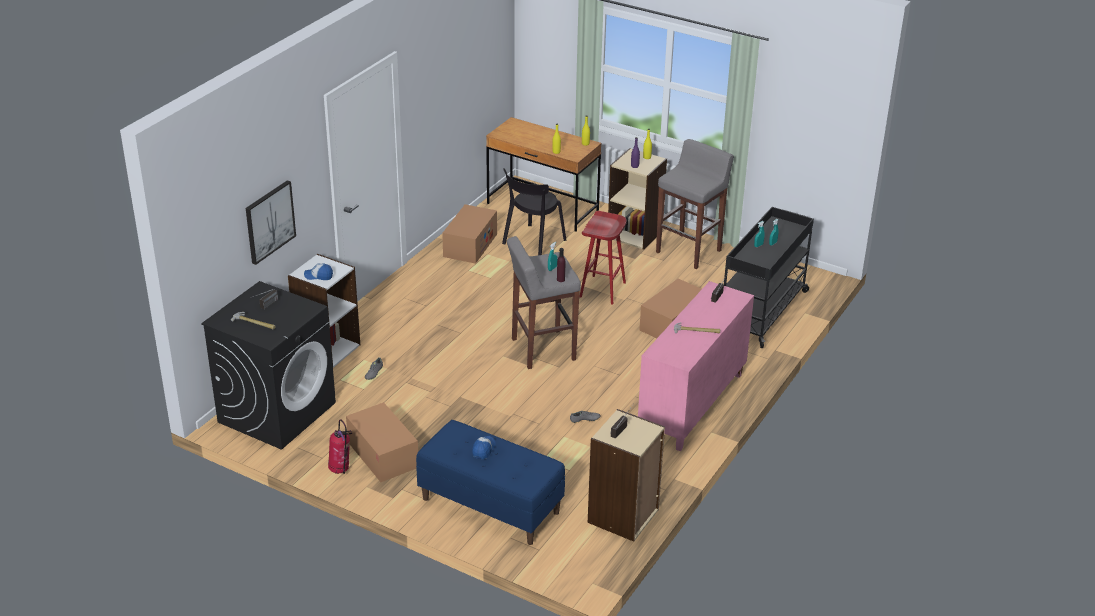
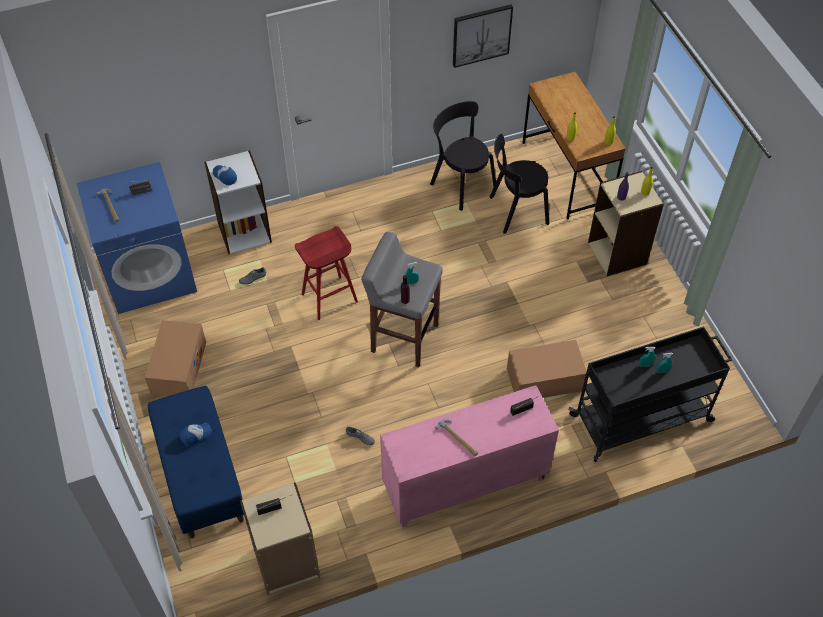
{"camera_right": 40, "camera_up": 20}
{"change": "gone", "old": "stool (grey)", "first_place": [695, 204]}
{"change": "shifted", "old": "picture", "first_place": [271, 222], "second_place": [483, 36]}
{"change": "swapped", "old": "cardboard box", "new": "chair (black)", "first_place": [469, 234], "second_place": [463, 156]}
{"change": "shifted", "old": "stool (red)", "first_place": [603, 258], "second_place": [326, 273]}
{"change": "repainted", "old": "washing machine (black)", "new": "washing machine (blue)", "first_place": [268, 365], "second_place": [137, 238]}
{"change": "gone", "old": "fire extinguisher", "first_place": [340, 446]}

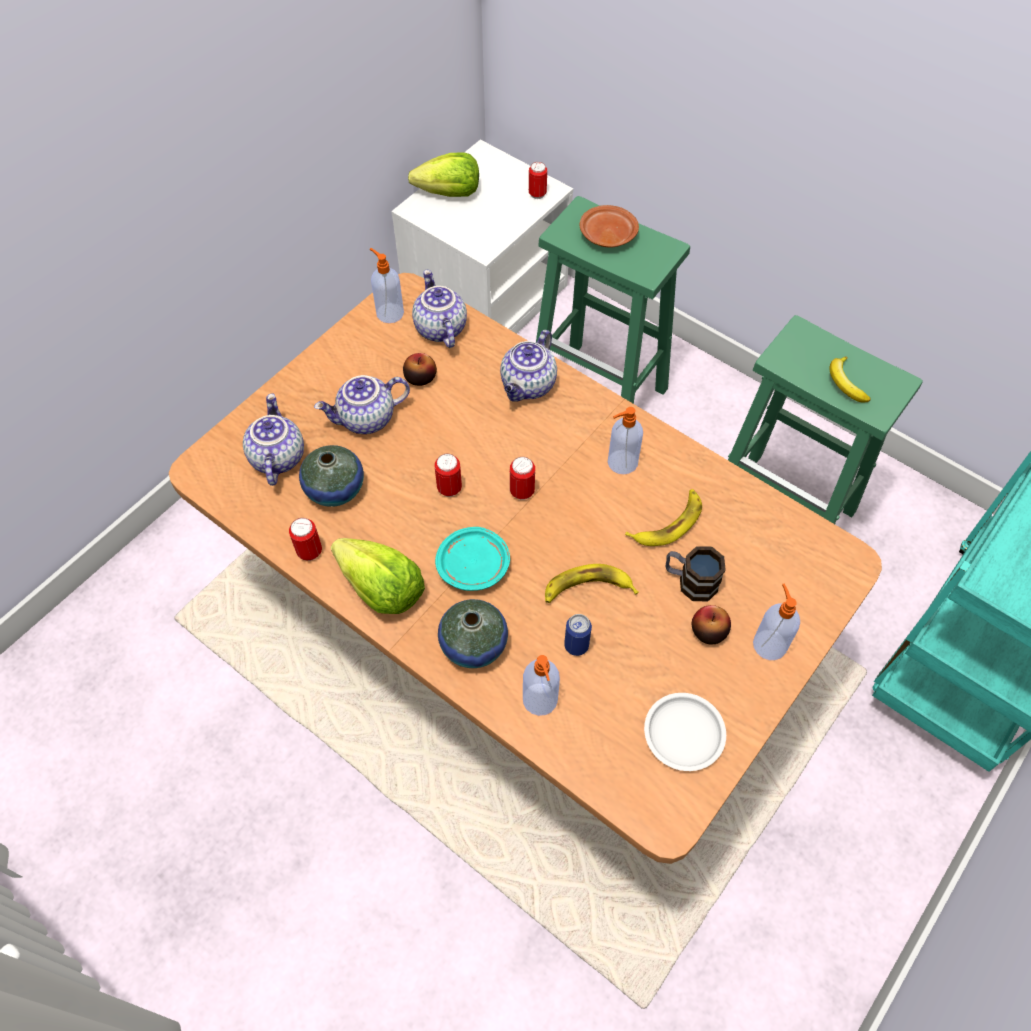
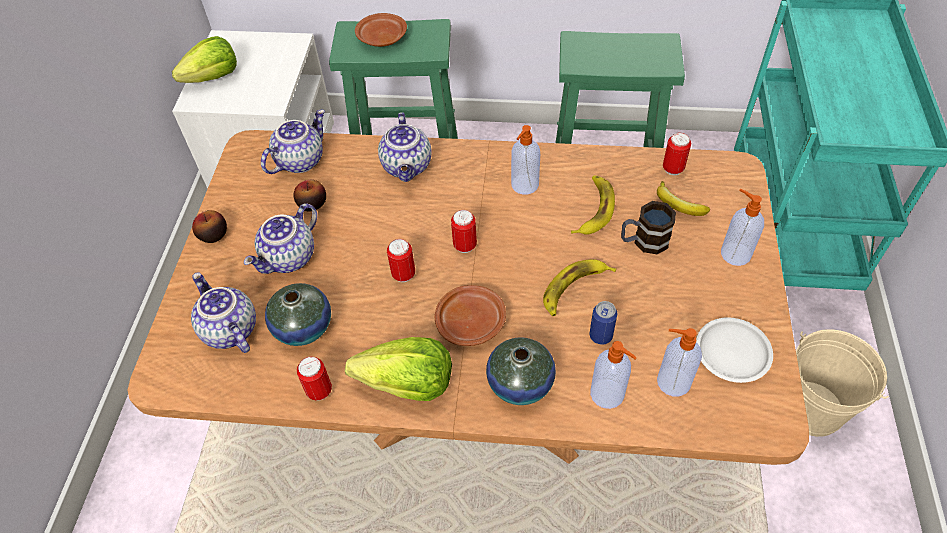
{"camera_right": -30, "camera_up": -5}
{"change": "shifted", "old": "can", "first_place": [538, 180], "second_place": [677, 154]}
{"change": "shifted", "old": "soap dispenser", "first_place": [387, 285], "second_place": [679, 362]}
{"change": "rotated", "old": "teapot", "first_place": [439, 309], "second_place": [293, 142], "degrees": 90}
{"change": "shifted", "old": "banana", "first_place": [849, 379], "second_place": [683, 198]}
{"change": "repainted", "old": "plate (turquoise)", "new": "plate (brown)", "first_place": [472, 559], "second_place": [470, 315]}
{"change": "shifted", "old": "apple", "first_place": [711, 625], "second_place": [209, 226]}
{"change": "new", "new": "bucket (beige)", "second_place": [842, 383]}

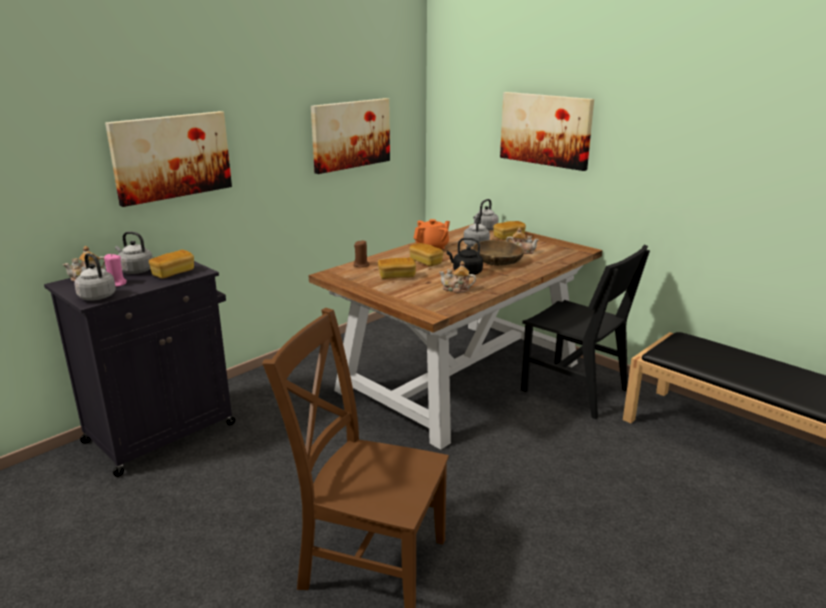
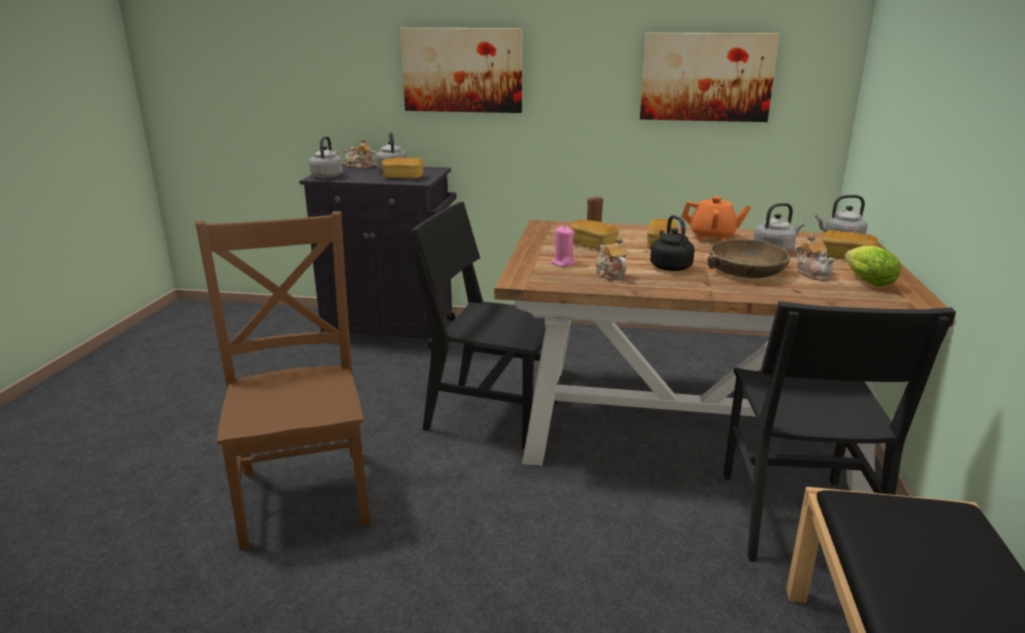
{"camera_right": 55, "camera_up": 0}
{"change": "gone", "old": "picture", "first_place": [547, 131]}
{"change": "shifted", "old": "candle (pink)", "first_place": [115, 270], "second_place": [563, 246]}
{"change": "new", "new": "chair (black)", "second_place": [483, 325]}
{"change": "new", "new": "lettuce", "second_place": [872, 266]}

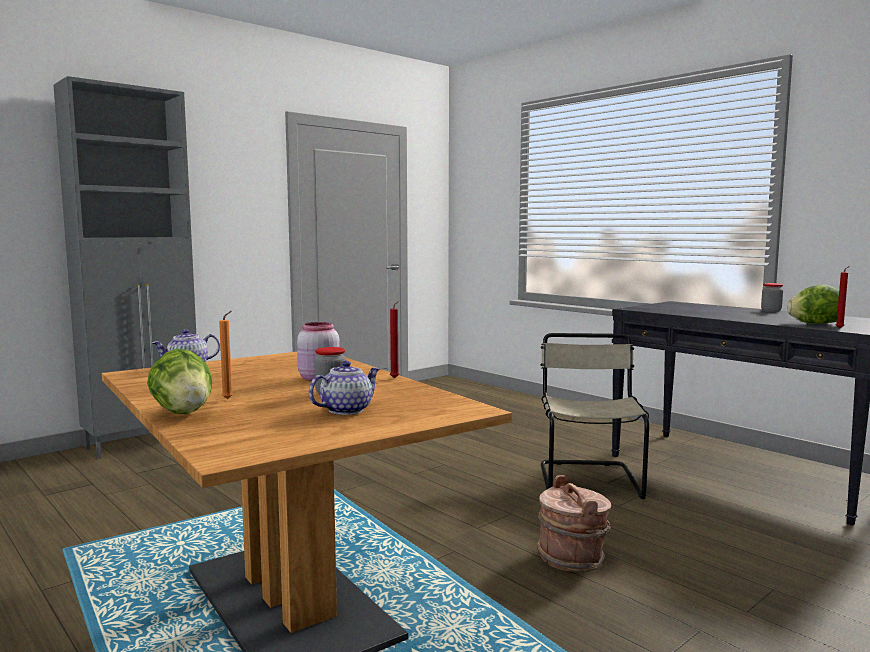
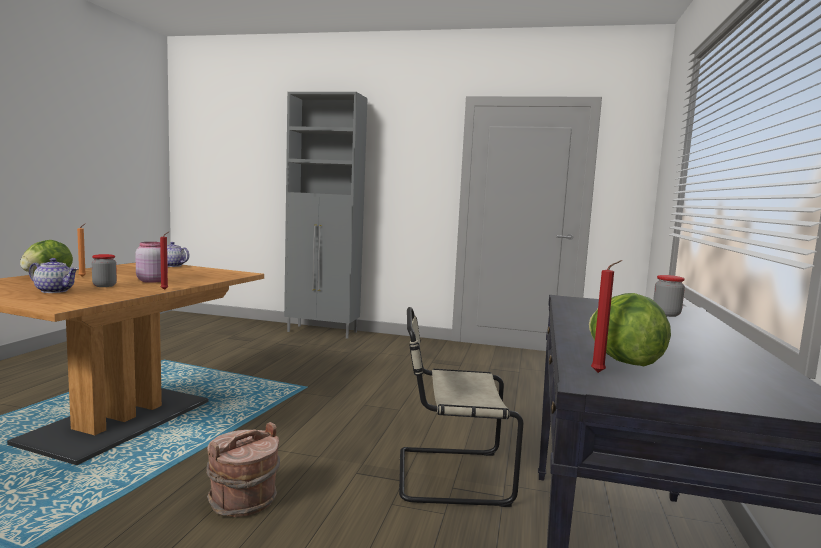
{"camera_right": 55, "camera_up": 0}
{"change": "shifted", "old": "jar", "first_place": [772, 297], "second_place": [669, 296]}
{"change": "rotated", "old": "chair (beige)", "first_place": [595, 416], "second_place": [461, 407], "degrees": -150}

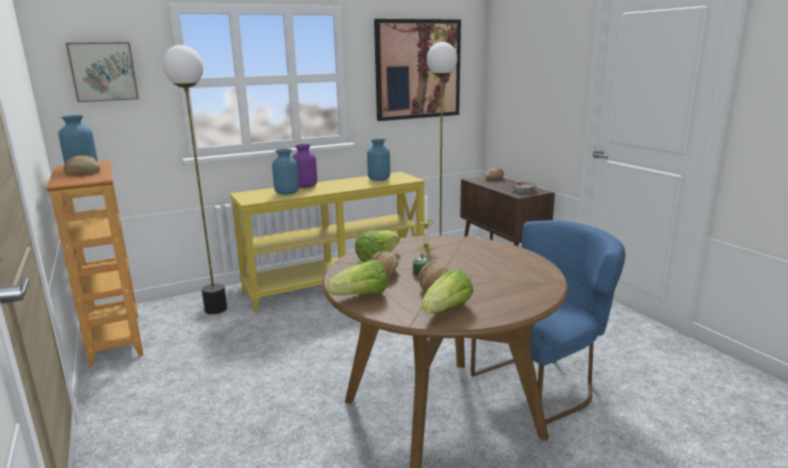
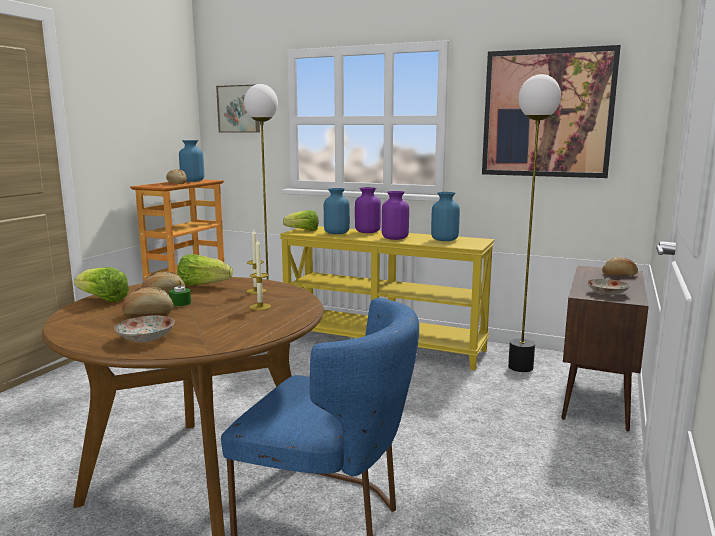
{"camera_right": 50, "camera_up": -5}
{"change": "shifted", "old": "lettuce", "first_place": [447, 292], "second_place": [300, 220]}
{"change": "new", "new": "vase (purple)", "second_place": [395, 215]}
{"change": "new", "new": "candle", "second_place": [260, 275]}
{"change": "new", "new": "plate", "second_place": [144, 329]}

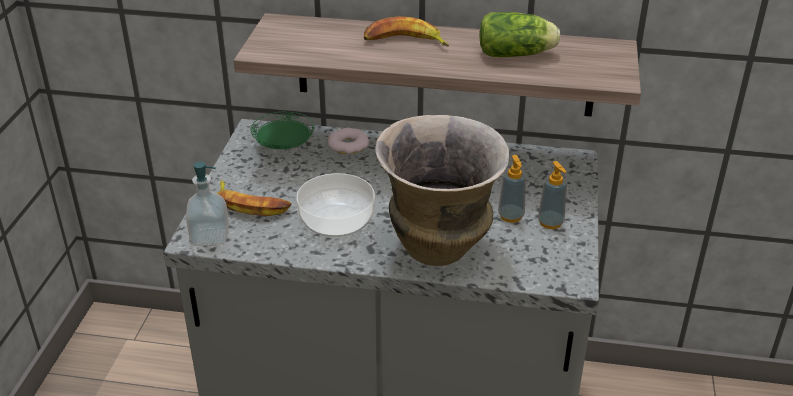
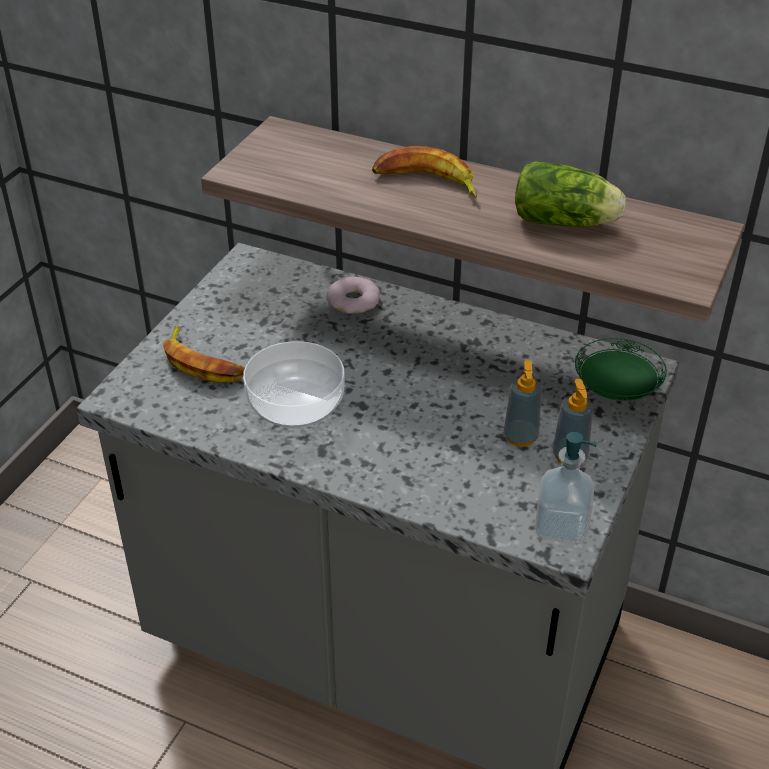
{"camera_right": 15, "camera_up": 5}
{"change": "shifted", "old": "plate (green)", "first_place": [282, 130], "second_place": [621, 369]}
{"change": "gone", "old": "vase", "first_place": [442, 190]}
{"change": "shifted", "old": "soap dispenser", "first_place": [207, 203], "second_place": [565, 488]}

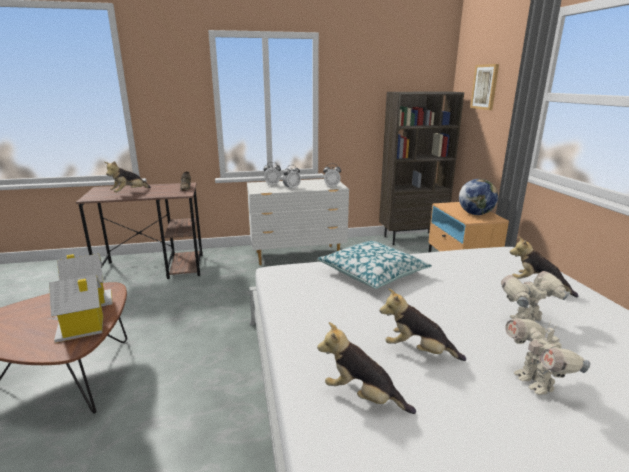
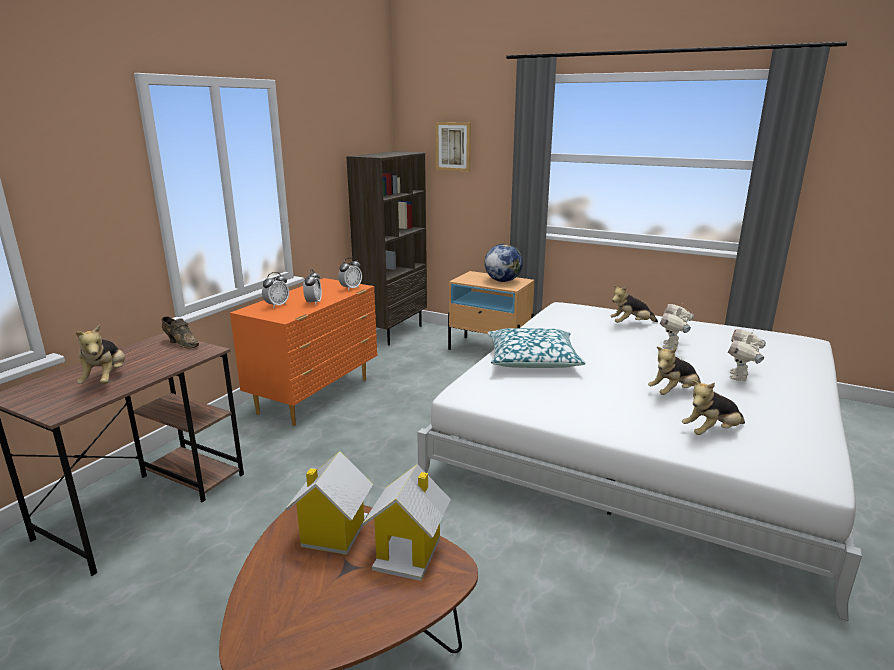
{"camera_right": -50, "camera_up": 0}
{"change": "repainted", "old": "dresser (white)", "new": "dresser (orange)", "first_place": [298, 222], "second_place": [303, 352]}
{"change": "rotated", "old": "toy robot", "first_place": [548, 356], "second_place": [747, 355], "degrees": 90}

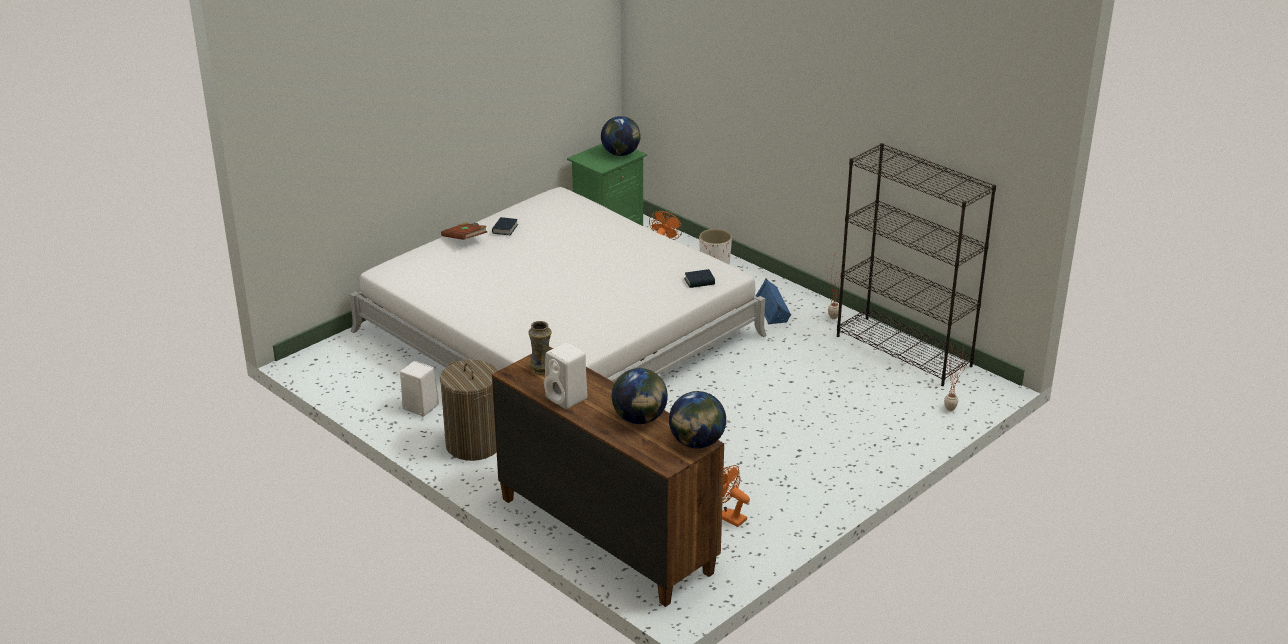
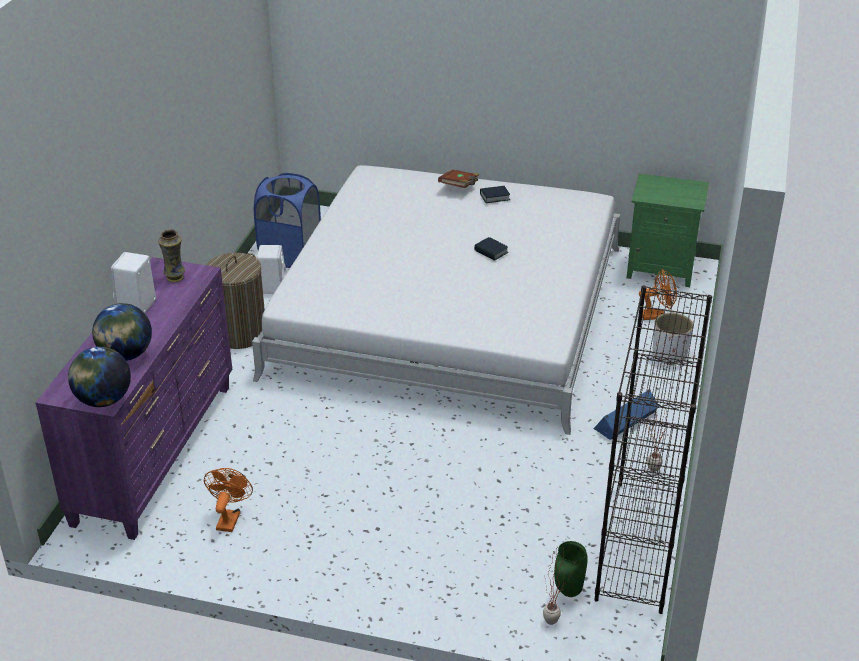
{"camera_right": 60, "camera_up": 5}
{"change": "gone", "old": "globe", "first_place": [621, 136]}
{"change": "shifted", "old": "book", "first_place": [699, 278], "second_place": [491, 249]}
{"change": "repainted", "old": "dresser (brown)", "new": "dresser (purple)", "first_place": [608, 476], "second_place": [133, 398]}
{"change": "new", "new": "laundry basket (blue)", "second_place": [287, 220]}
{"change": "new", "new": "vase (green)", "second_place": [571, 569]}

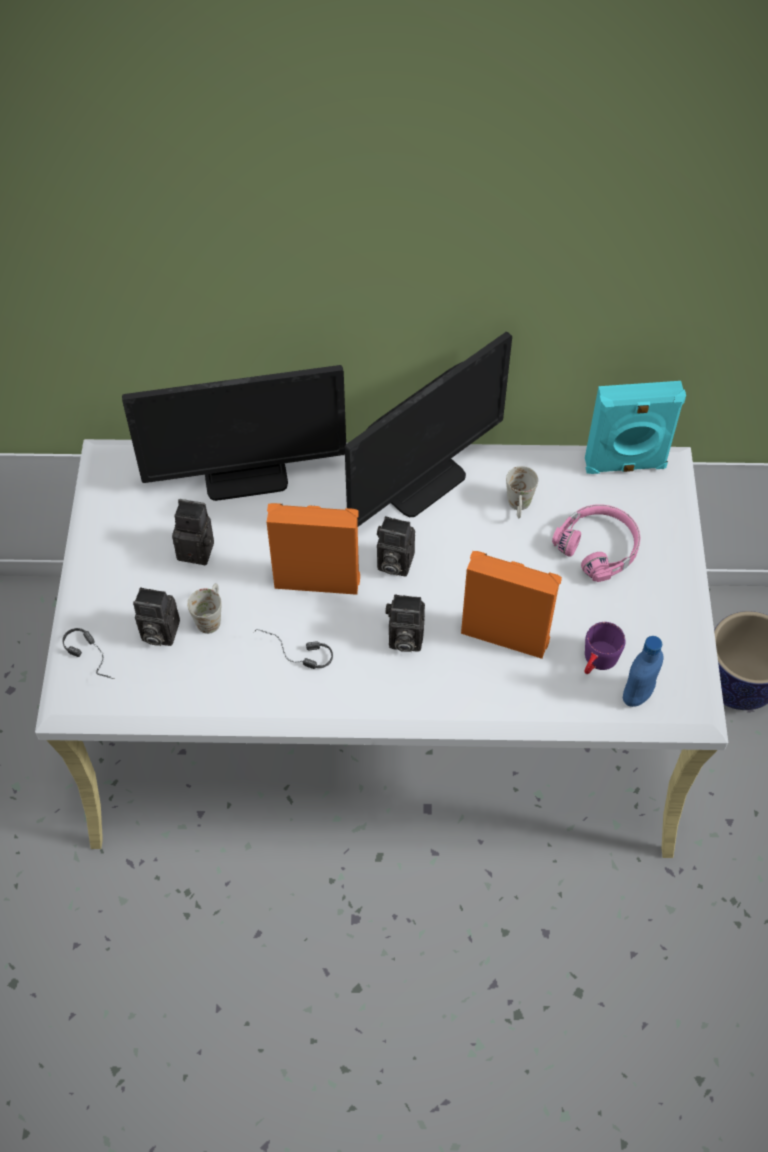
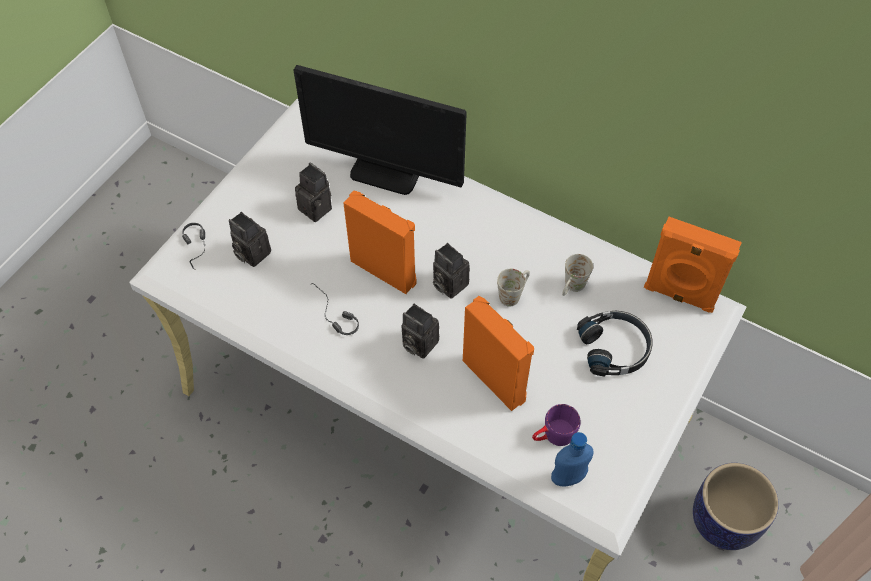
{"camera_right": 30, "camera_up": 0}
{"change": "gone", "old": "monitor", "first_place": [428, 429]}
{"change": "repainted", "old": "speaker (turquoise)", "new": "speaker (orange)", "first_place": [635, 427], "second_place": [693, 265]}
{"change": "repainted", "old": "headphones (pink)", "new": "headphones (black)", "first_place": [596, 543], "second_place": [615, 344]}
{"change": "shifted", "old": "mug (white)", "first_place": [204, 608], "second_place": [513, 288]}

